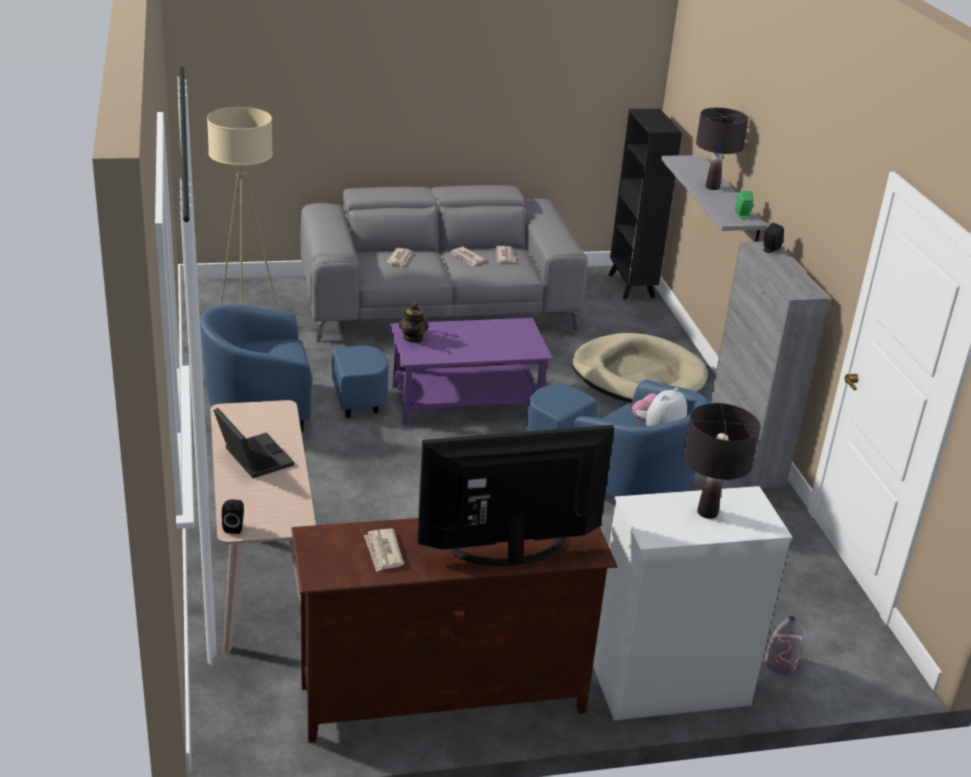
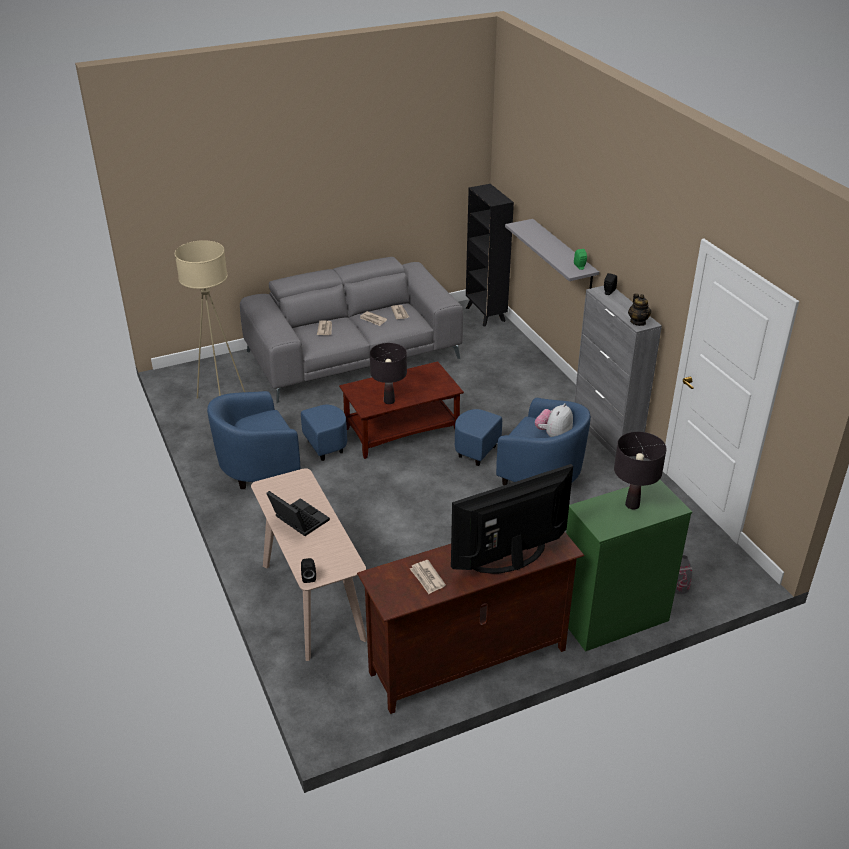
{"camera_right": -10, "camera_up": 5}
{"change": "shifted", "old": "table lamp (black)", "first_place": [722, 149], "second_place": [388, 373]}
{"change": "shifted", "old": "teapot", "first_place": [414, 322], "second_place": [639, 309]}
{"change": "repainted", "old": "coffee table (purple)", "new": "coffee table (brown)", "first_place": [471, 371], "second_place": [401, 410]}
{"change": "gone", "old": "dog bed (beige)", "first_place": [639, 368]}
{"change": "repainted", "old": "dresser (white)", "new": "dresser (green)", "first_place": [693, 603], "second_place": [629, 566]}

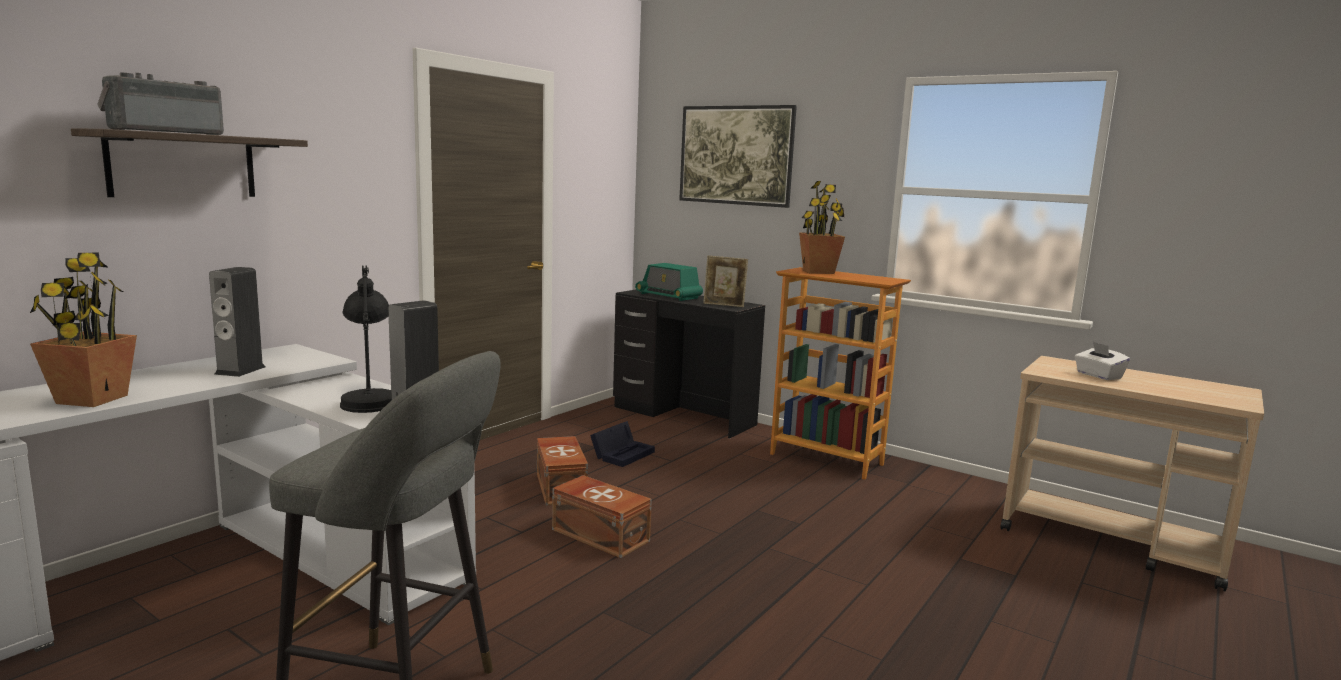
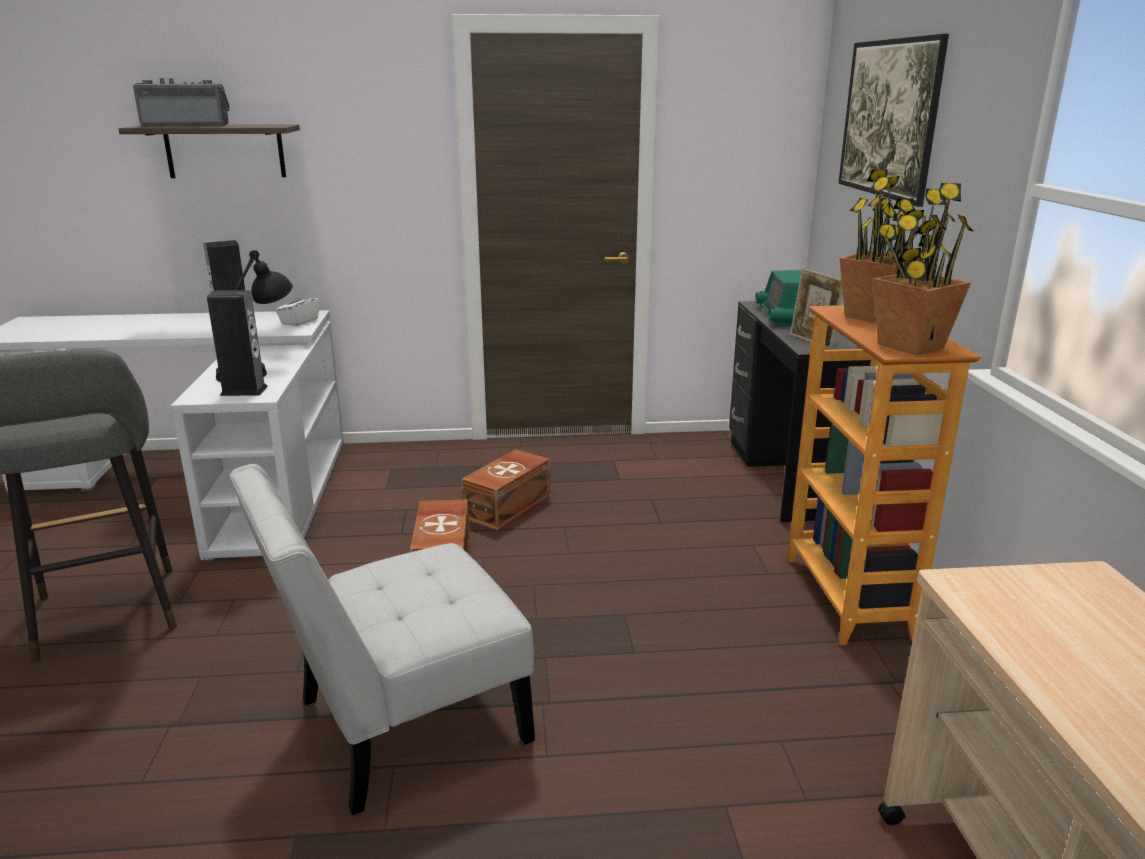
{"camera_right": 50, "camera_up": 10}
{"change": "shifted", "old": "potted plant", "first_place": [83, 329], "second_place": [923, 269]}
{"change": "shifted", "old": "tissue box (white)", "first_place": [1102, 361], "second_place": [297, 308]}
{"change": "gone", "old": "storage box (black)", "first_place": [622, 444]}
{"change": "new", "new": "chair (white)", "second_place": [382, 640]}

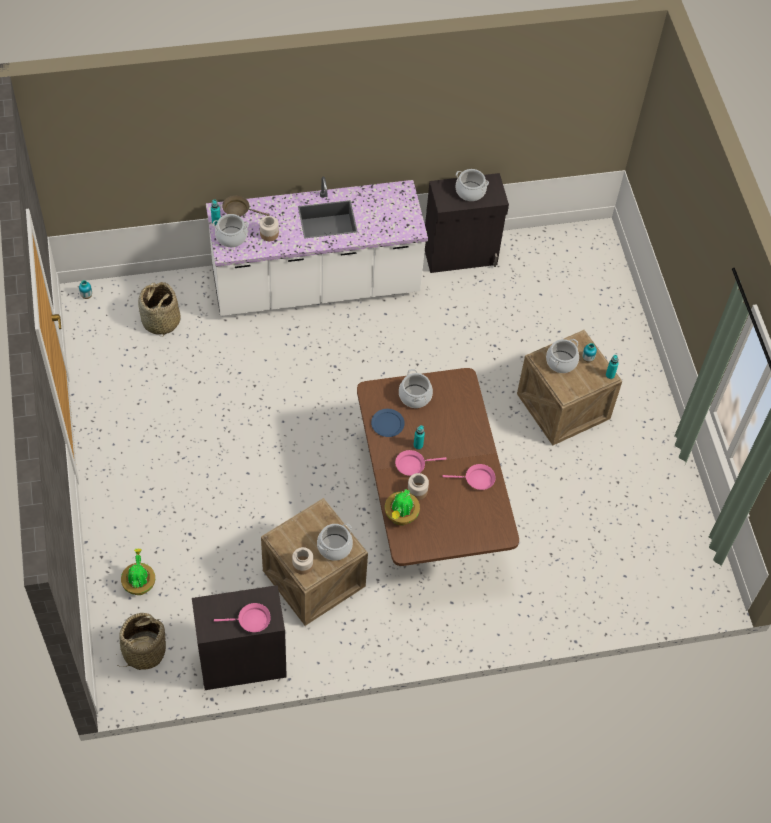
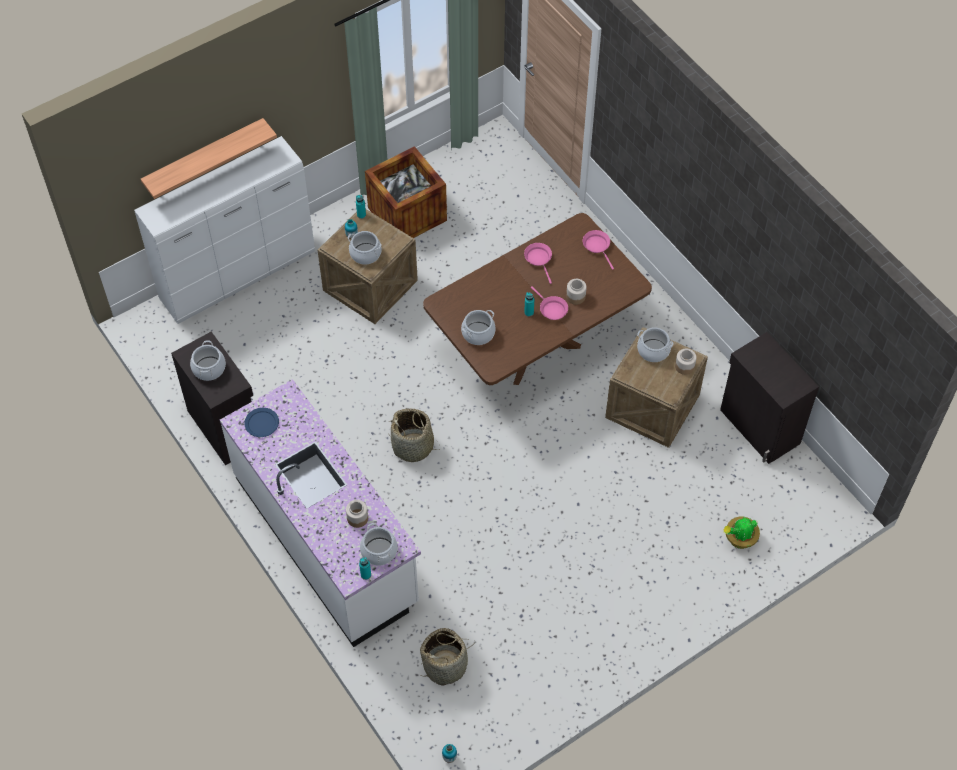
{"camera_right": -110, "camera_up": 0}
{"change": "gone", "old": "frying pan (brown)", "first_place": [245, 206]}
{"change": "shifted", "old": "plate (blue)", "first_place": [388, 423], "second_place": [261, 422]}
{"change": "gone", "old": "potted plant", "first_place": [402, 507]}
{"change": "shifted", "old": "frying pan (pink)", "first_place": [242, 617], "second_place": [598, 250]}
{"change": "shifted", "old": "basket", "first_place": [141, 641], "second_place": [414, 435]}
{"change": "new", "new": "shelf", "second_place": [209, 158]}
{"change": "new", "new": "dresser (white)", "second_place": [224, 230]}
{"change": "new", "new": "crate", "second_place": [406, 192]}

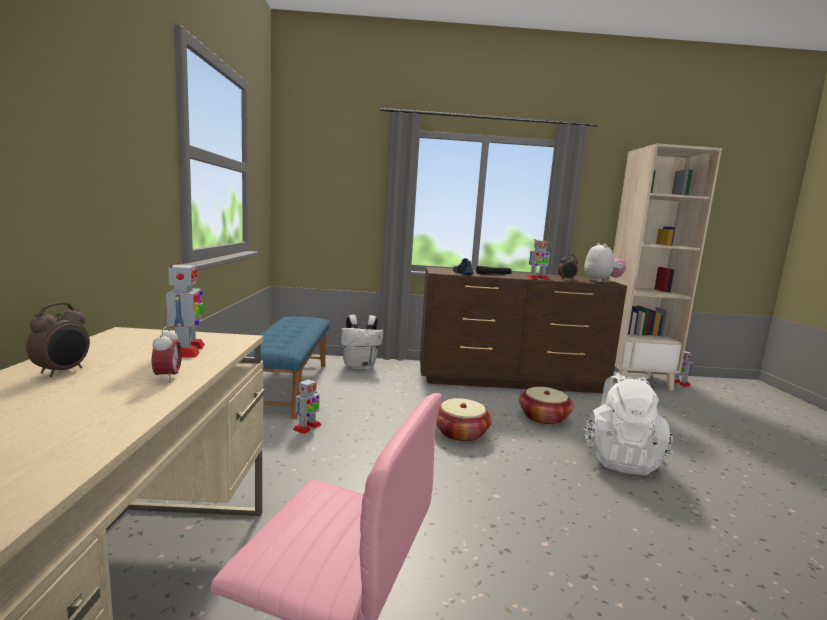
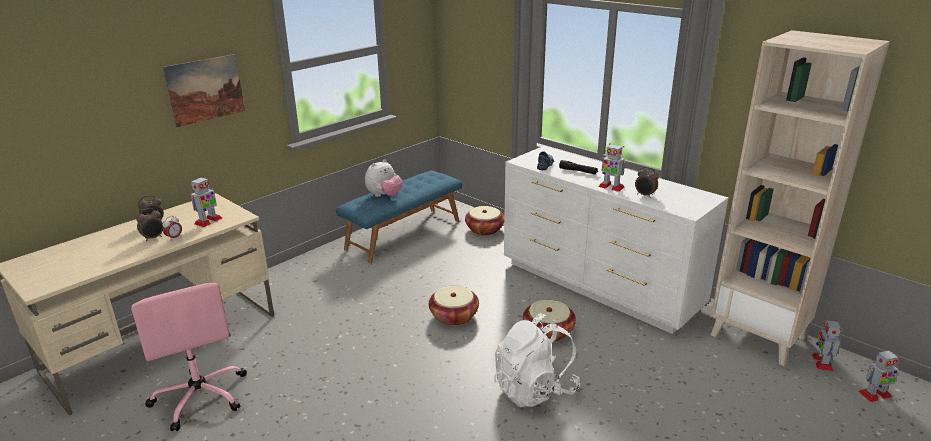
{"camera_right": 45, "camera_up": 15}
{"change": "shifted", "old": "plush toy", "first_place": [605, 262], "second_place": [383, 178]}
{"change": "repainted", "old": "dresser (brown)", "new": "dresser (white)", "first_place": [523, 330], "second_place": [616, 240]}
{"change": "swapped", "old": "backpack (white)", "new": "basket", "first_place": [362, 342], "second_place": [485, 221]}
{"change": "shifted", "old": "toy robot", "first_place": [306, 406], "second_place": [878, 376]}
{"change": "new", "new": "picture", "second_place": [204, 90]}
{"change": "new", "new": "alarm clock", "second_place": [149, 224]}

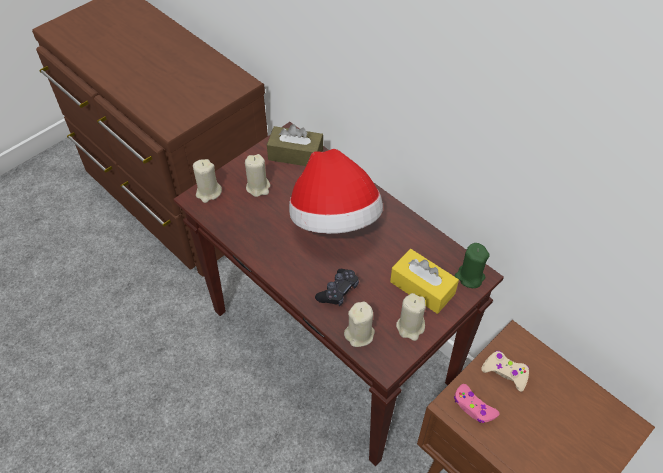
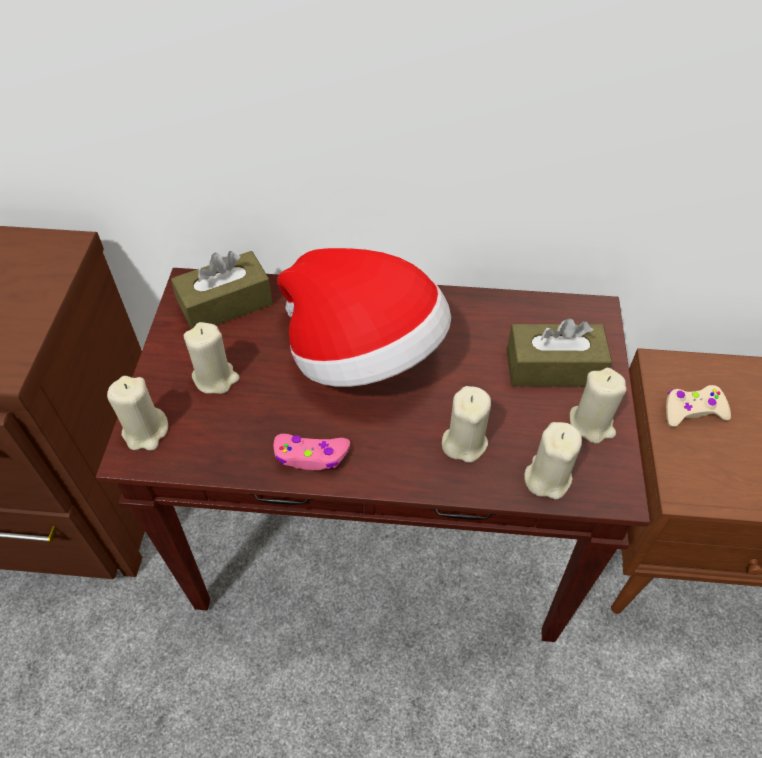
{"camera_right": -40, "camera_up": 0}
{"change": "gone", "old": "candle (green)", "first_place": [472, 265]}
{"change": "repainted", "old": "tissue box (yellow)", "new": "tissue box (brown)", "first_place": [424, 281], "second_place": [559, 352]}
{"change": "swapped", "old": "game controller (black)", "new": "candle (beige)", "first_place": [337, 287], "second_place": [466, 424]}
{"change": "shifted", "old": "game controller (pink)", "first_place": [477, 403], "second_place": [312, 452]}

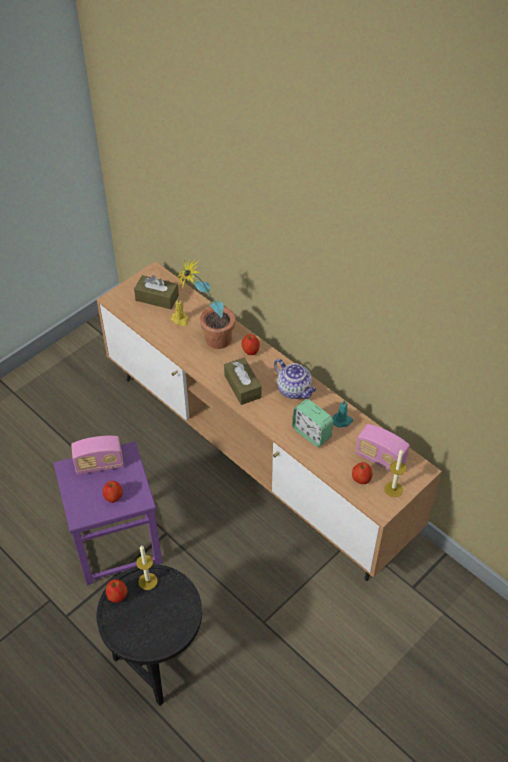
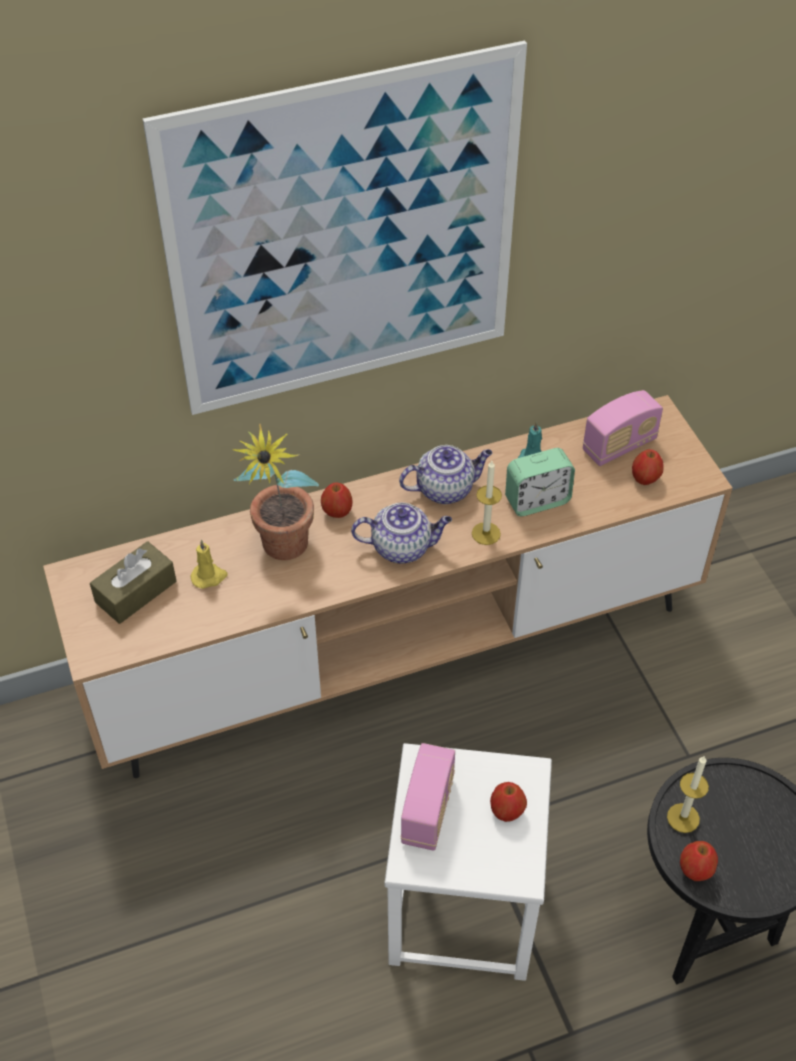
{"camera_right": -65, "camera_up": 0}
{"change": "swapped", "old": "tissue box (brown)", "new": "teapot", "first_place": [243, 381], "second_place": [401, 533]}
{"change": "repainted", "old": "stool (purple)", "new": "stool (white)", "first_place": [108, 513], "second_place": [468, 862]}
{"change": "shifted", "old": "candle", "first_place": [395, 473], "second_place": [487, 503]}
{"change": "new", "new": "picture", "second_place": [335, 227]}

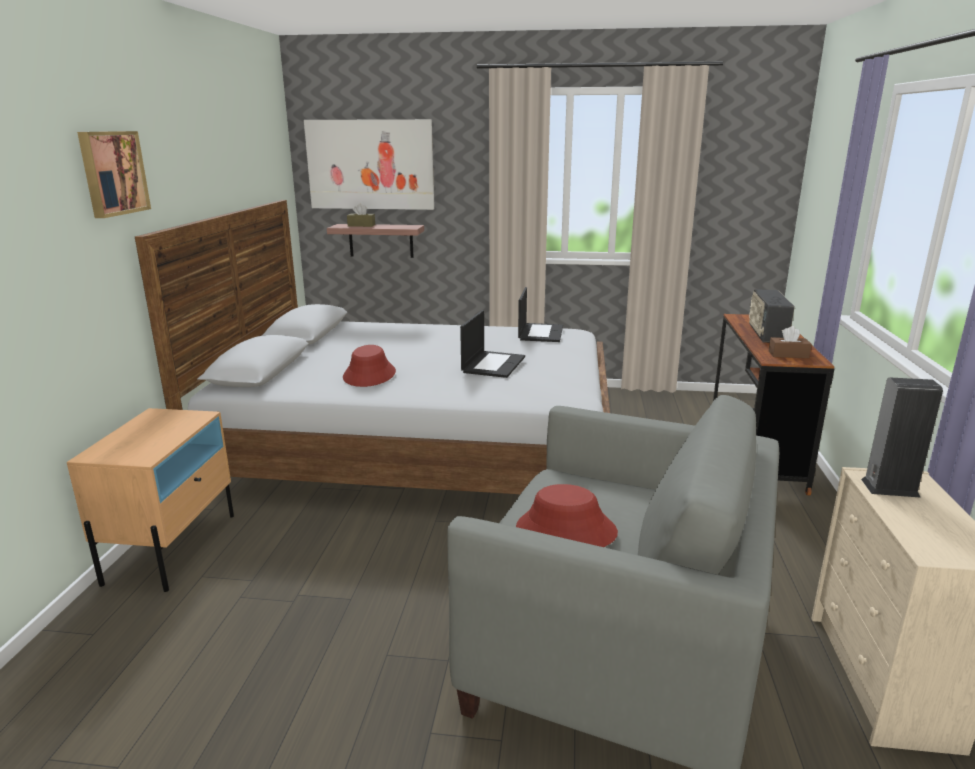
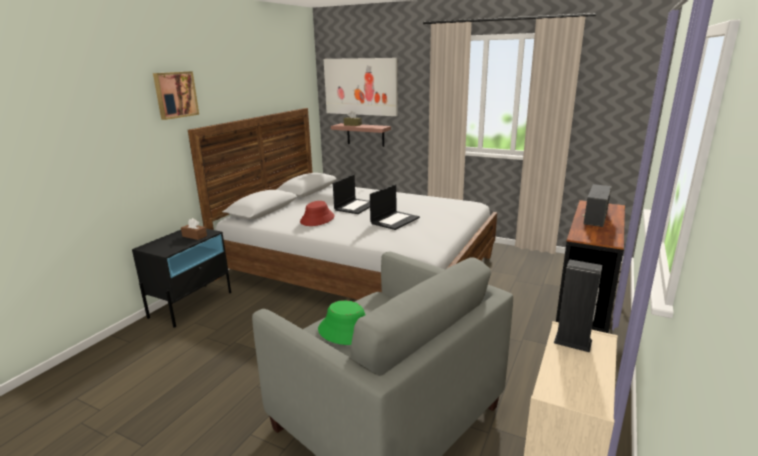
{"camera_right": 20, "camera_up": 0}
{"change": "shifted", "old": "laptop", "first_place": [540, 314], "second_place": [351, 194]}
{"change": "shifted", "old": "tissue box (brown)", "first_place": [790, 342], "second_place": [194, 229]}
{"change": "repainted", "old": "nightstand (beige)", "new": "nightstand (black)", "first_place": [150, 500], "second_place": [181, 278]}
{"change": "repainted", "old": "hat (red)", "new": "hat (green)", "first_place": [567, 515], "second_place": [341, 322]}

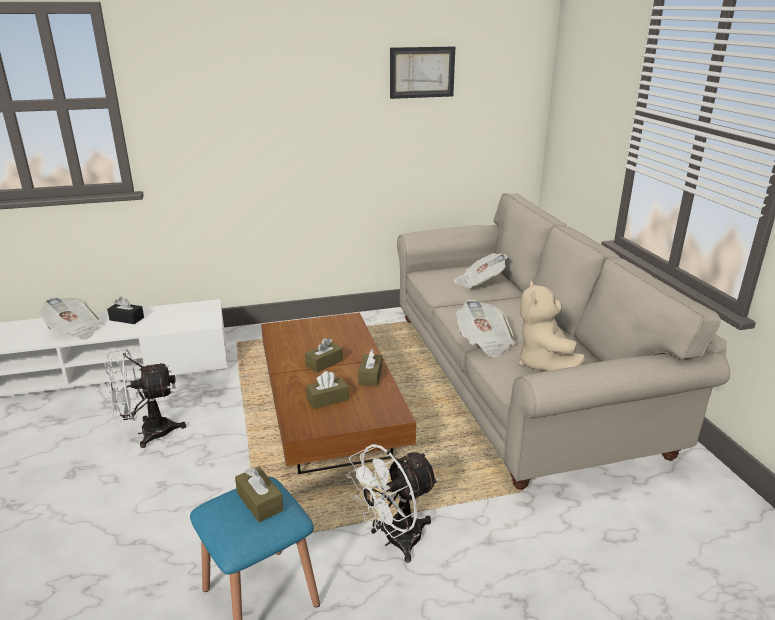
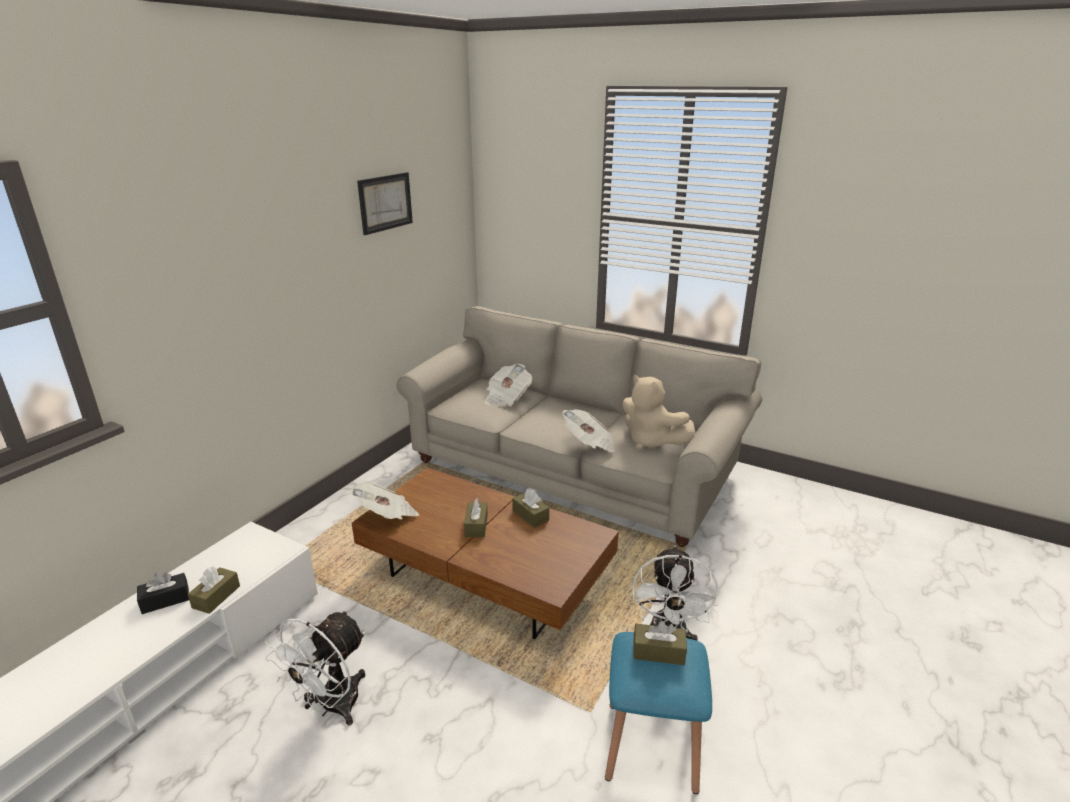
{"camera_right": -45, "camera_up": 0}
{"change": "shifted", "old": "newspaper", "first_place": [71, 318], "second_place": [384, 501]}
{"change": "shifted", "old": "tissue box (brown)", "first_place": [327, 390], "second_place": [214, 590]}

